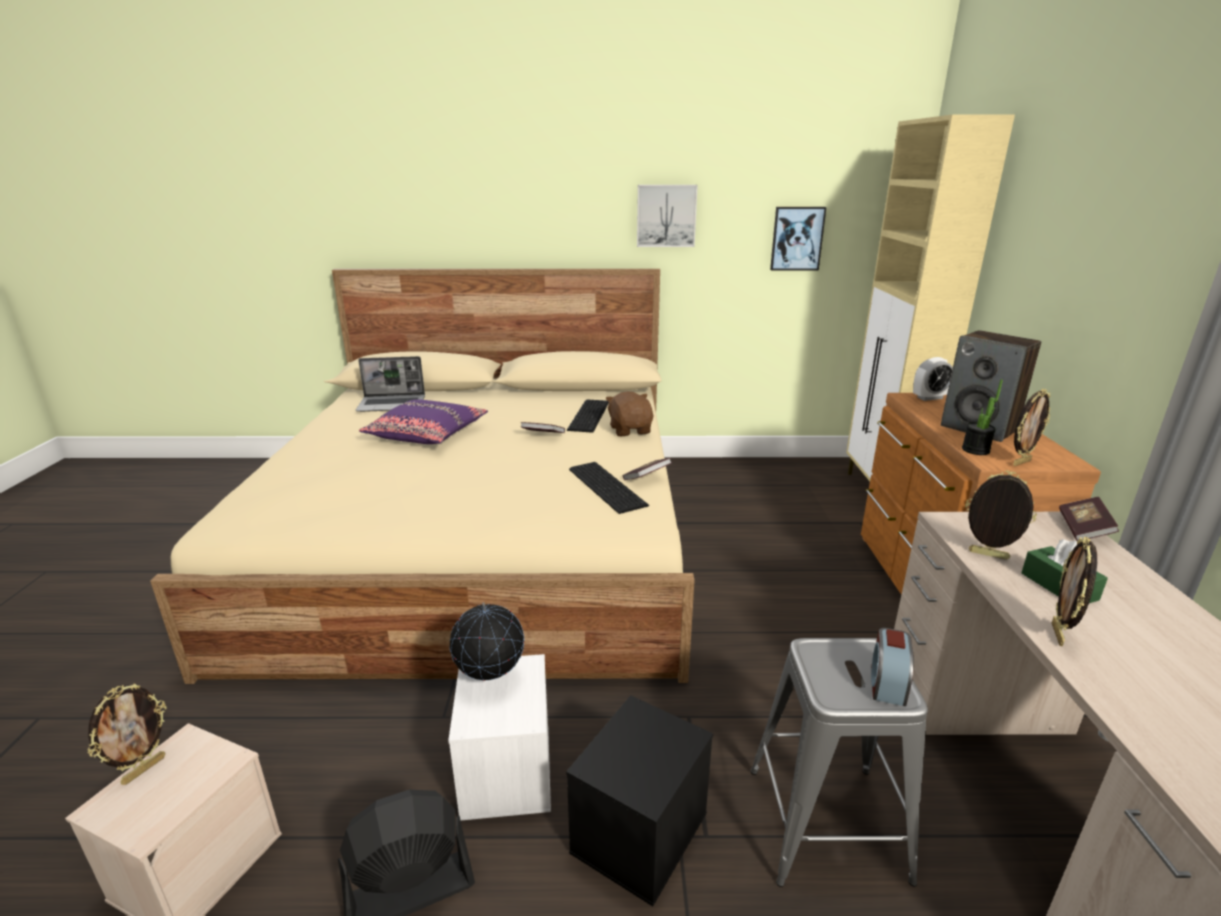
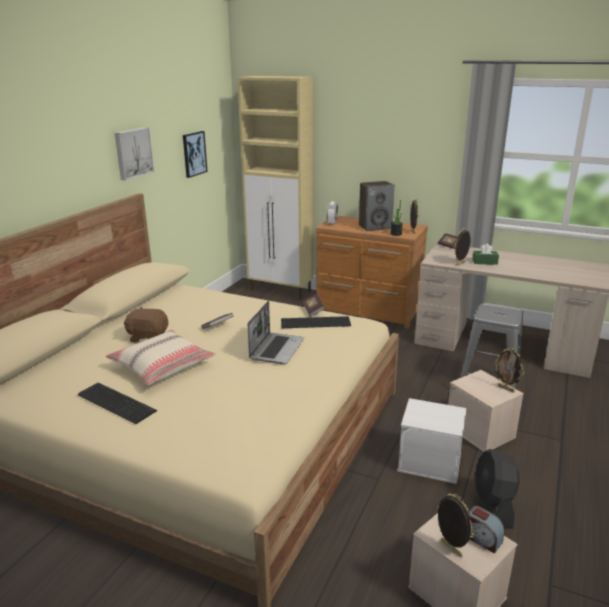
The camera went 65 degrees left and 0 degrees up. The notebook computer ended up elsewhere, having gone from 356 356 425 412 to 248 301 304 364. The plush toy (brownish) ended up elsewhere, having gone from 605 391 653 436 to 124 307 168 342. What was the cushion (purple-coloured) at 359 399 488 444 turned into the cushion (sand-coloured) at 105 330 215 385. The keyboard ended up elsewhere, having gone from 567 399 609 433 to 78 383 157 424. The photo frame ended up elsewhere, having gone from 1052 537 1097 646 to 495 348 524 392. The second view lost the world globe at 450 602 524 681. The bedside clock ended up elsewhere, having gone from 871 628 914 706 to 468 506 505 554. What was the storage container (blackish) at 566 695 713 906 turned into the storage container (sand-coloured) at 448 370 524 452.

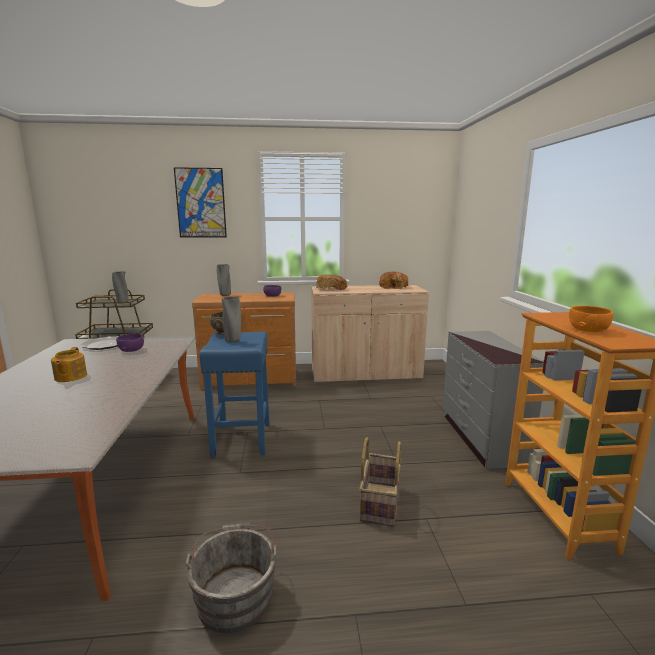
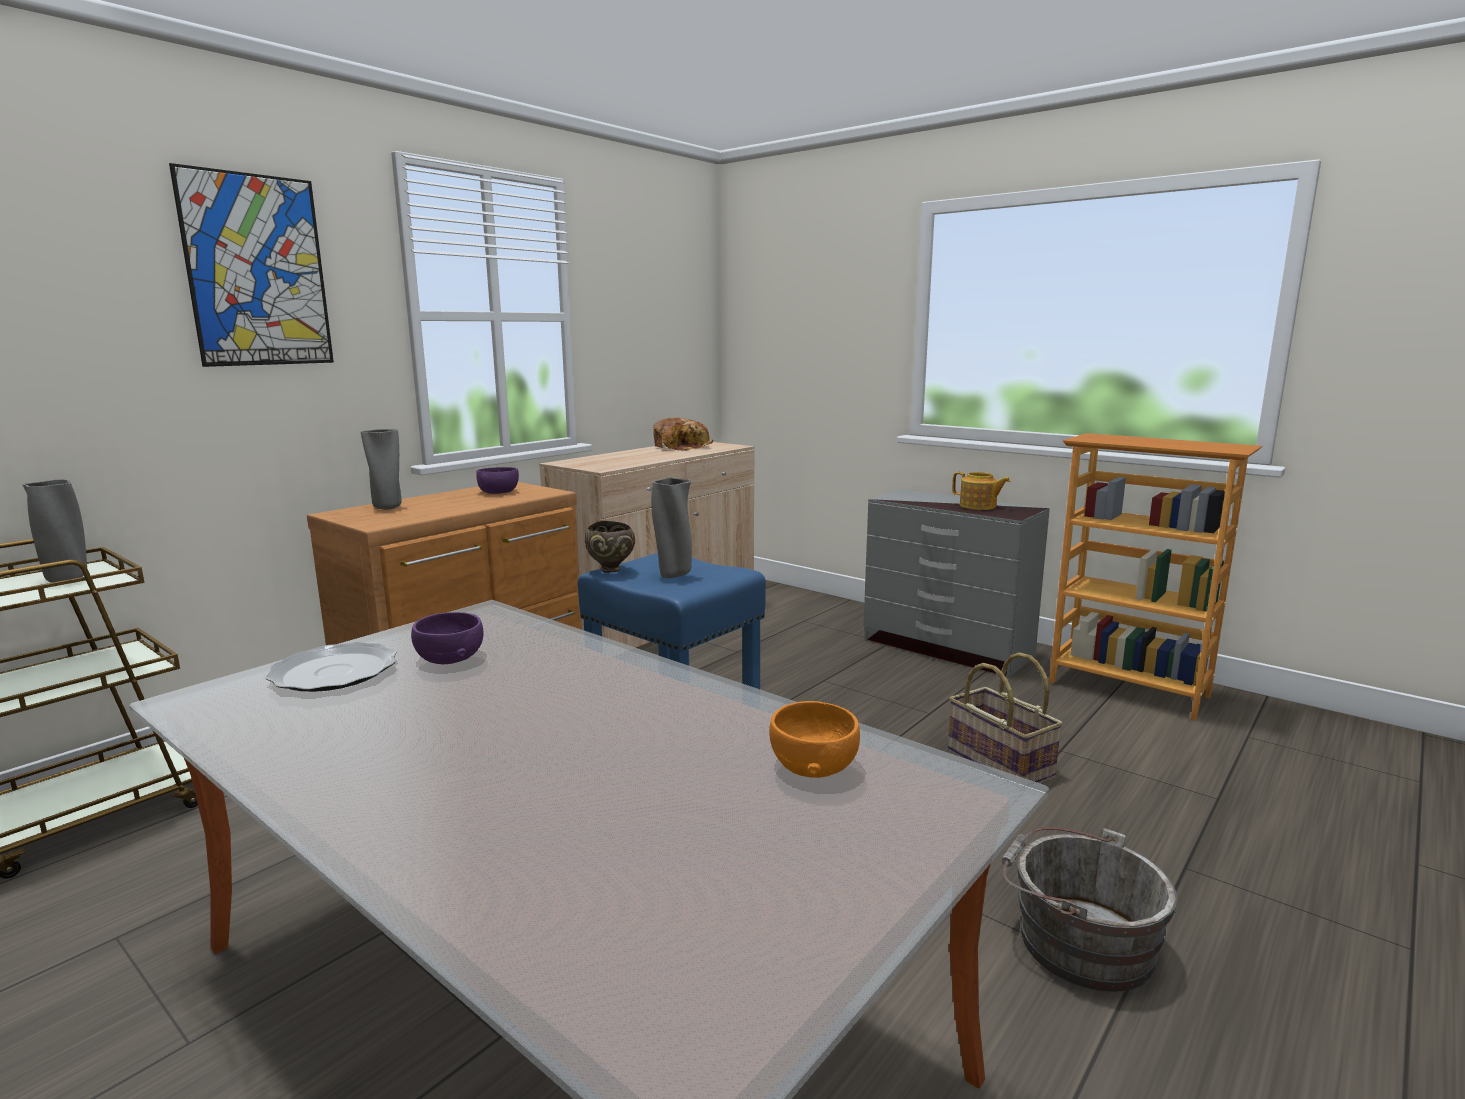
The camera went 45 degrees left and 0 degrees up. The second view lost the baked bread at 316 275 347 290. The deep dish (orange-coloured) ended up elsewhere, having gone from 569 306 613 332 to 769 701 860 778. The teapot ended up elsewhere, having gone from 51 347 87 382 to 952 472 1010 510.

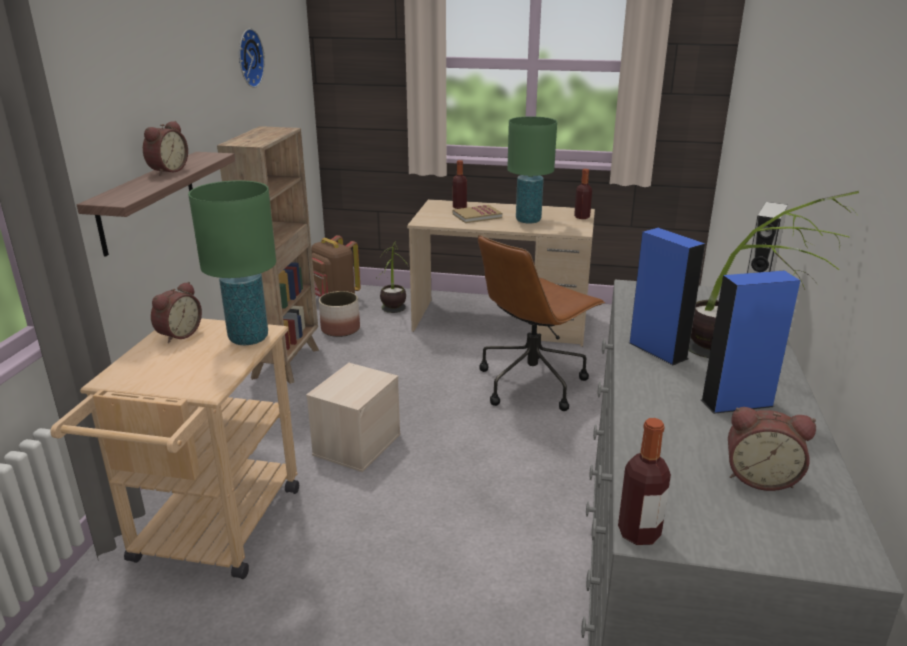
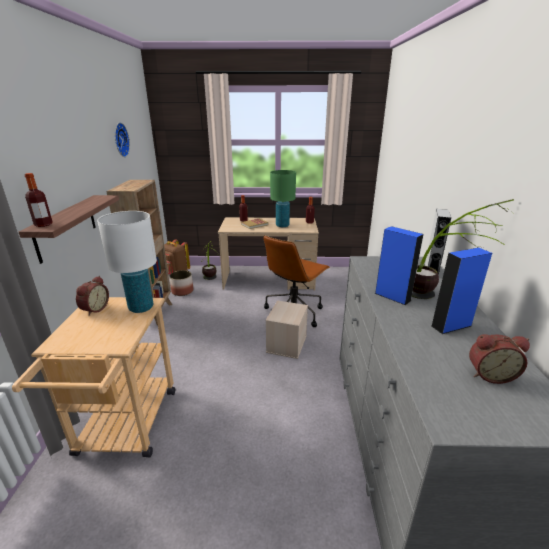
The camera went 10 degrees left and 0 degrees up. The second view lost the bedside clock at 143 121 188 175. What was the tabletop lamp (green) at 188 180 276 345 turned into the tabletop lamp (white-coloured) at 97 211 157 313. The storage container (sand-coloured) ended up elsewhere, having gone from 306 363 401 472 to 266 300 308 359. The drink bottle ended up elsewhere, having gone from 618 418 671 545 to 25 173 53 227.

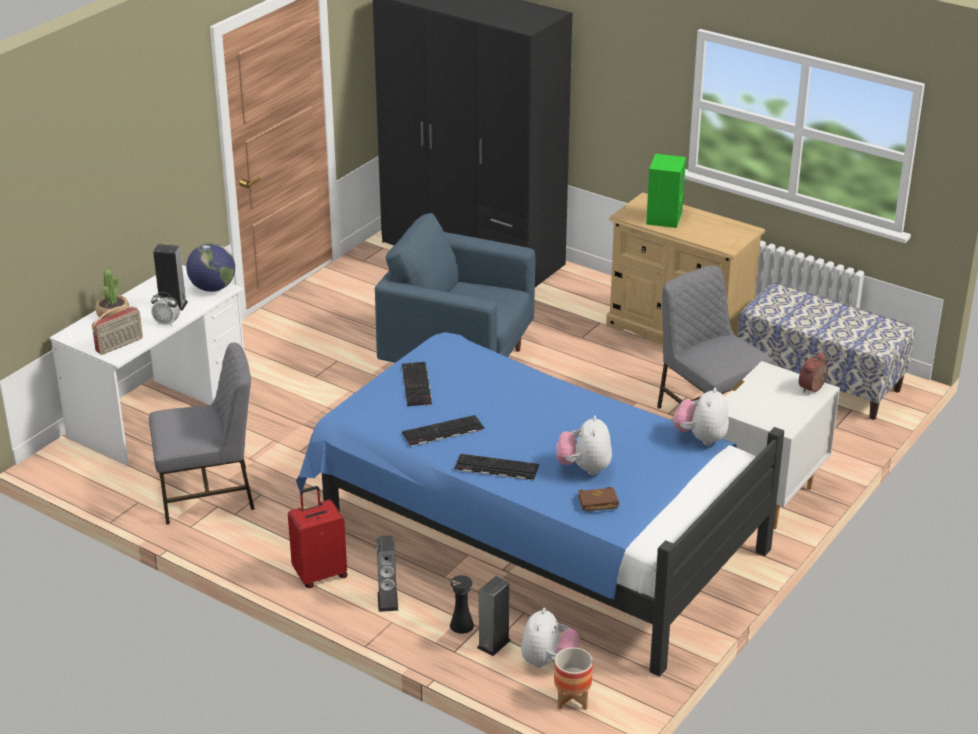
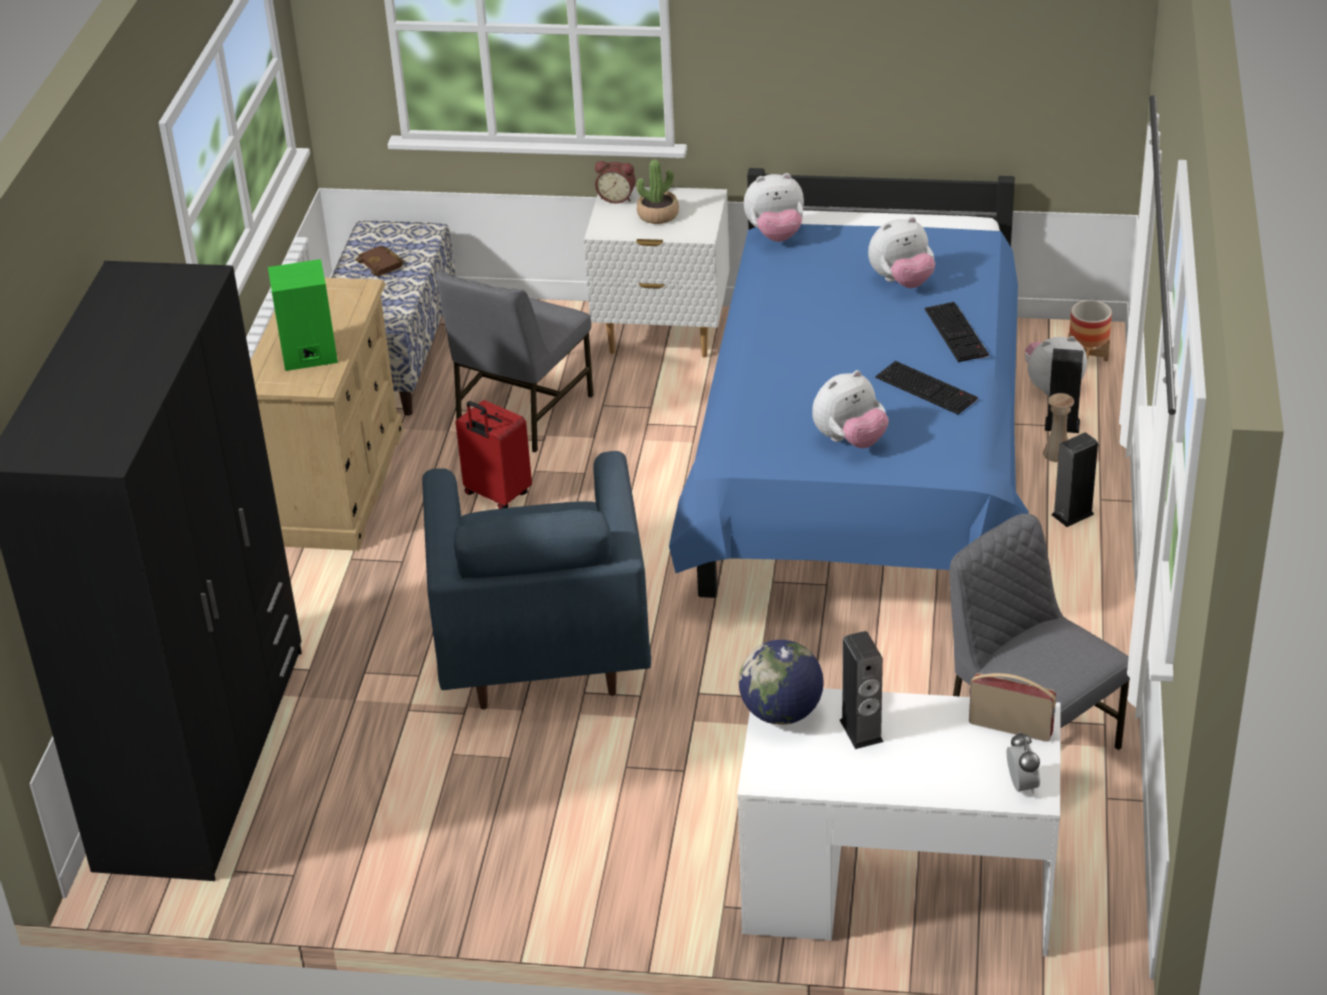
The camera went 115 degrees left and 5 degrees up. The plant in a pot ended up elsewhere, having gone from 96 270 129 319 to 637 159 679 224. The bedside clock ended up elsewhere, having gone from 151 292 180 327 to 1007 732 1040 794. Where the keyboard stood at 402 362 432 406, the plush toy came to stand at 812 370 889 448. The travel case (reddish) ended up elsewhere, having gone from 288 486 347 588 to 456 400 532 509. The volume (brownish) ended up elsewhere, having gone from 578 487 619 512 to 356 246 404 276. What was the decorative vase (blackish) at 450 575 474 634 turned into the decorative vase (sand-coloured) at 1043 393 1074 462.

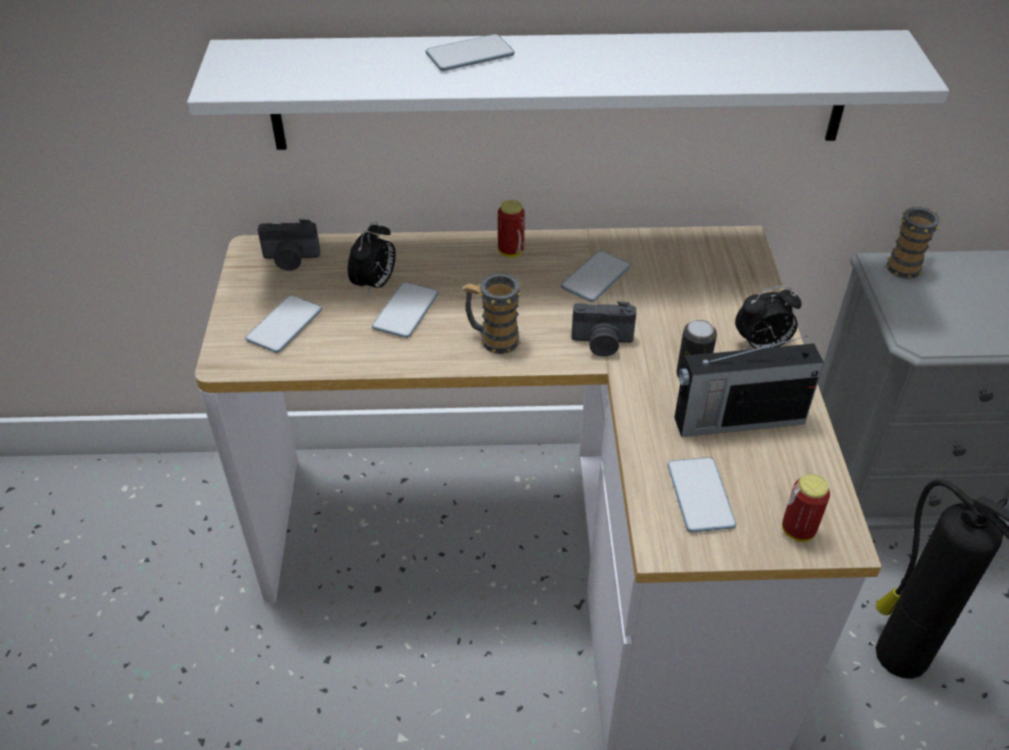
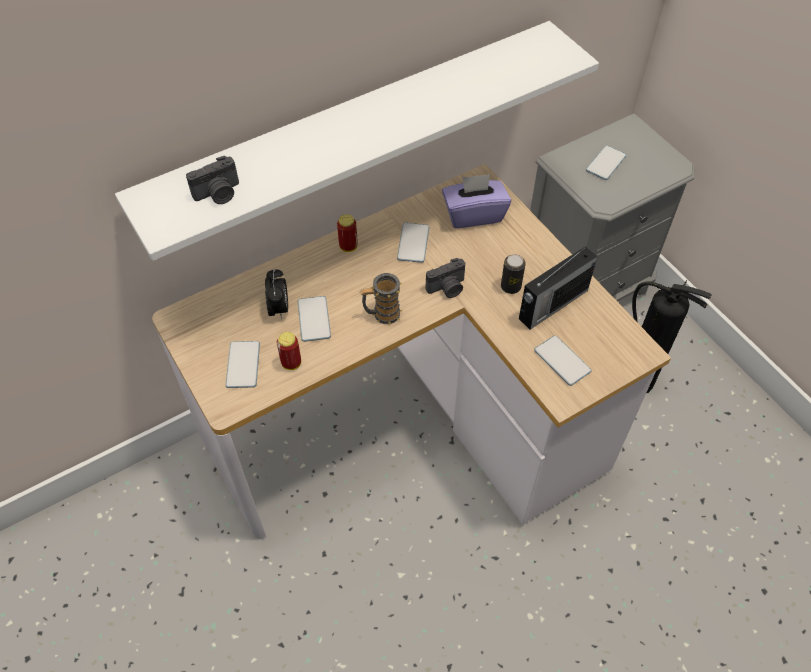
The camera went 30 degrees left and 10 degrees up. The telephone ended up elsewhere, having gone from 426 34 514 71 to 586 145 626 180. The second view lost the mug at 885 207 941 279. The photo camera ended up elsewhere, having gone from 258 219 320 271 to 186 156 239 204. The second view lost the bedside clock at 735 286 802 350. The can ended up elsewhere, having gone from 782 474 830 542 to 277 332 301 370. The second view gained the tissue holder (purple-coloured) at 442 174 511 228.

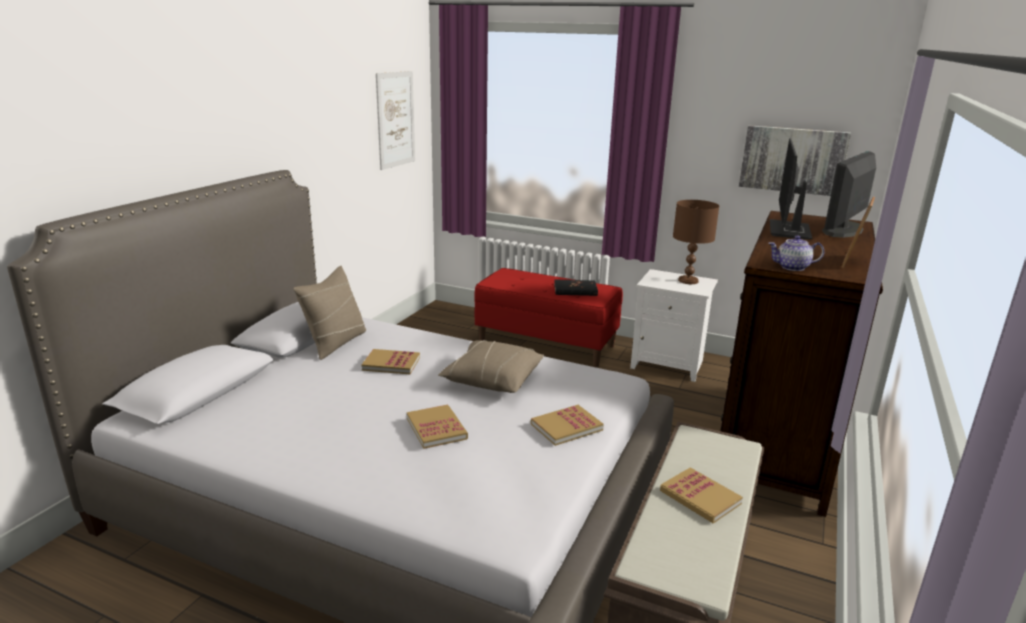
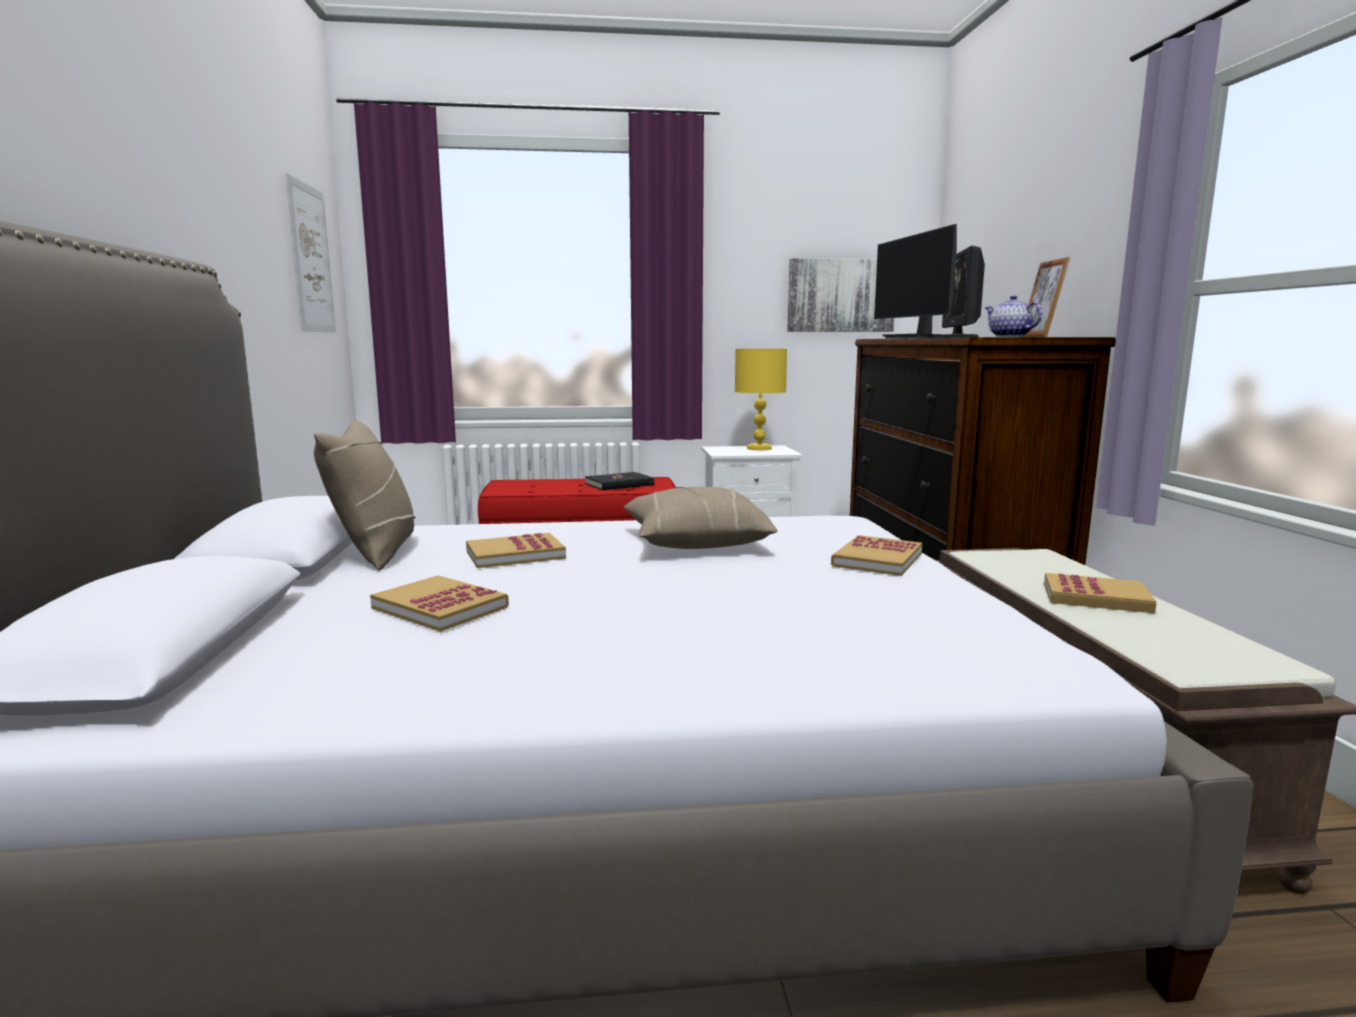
The camera went 30 degrees left and 10 degrees down. What was the tabletop lamp (brownish) at 673 200 719 284 turned into the tabletop lamp (yellow-coloured) at 735 349 787 450. The teapot at 768 235 824 271 ended up facing another way, 90 degrees clockwise from before. The volume ended up elsewhere, having gone from 407 405 468 449 to 370 575 509 632.

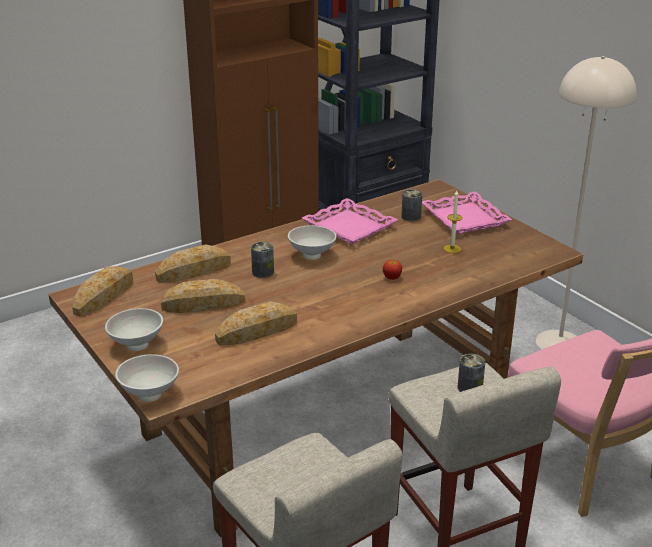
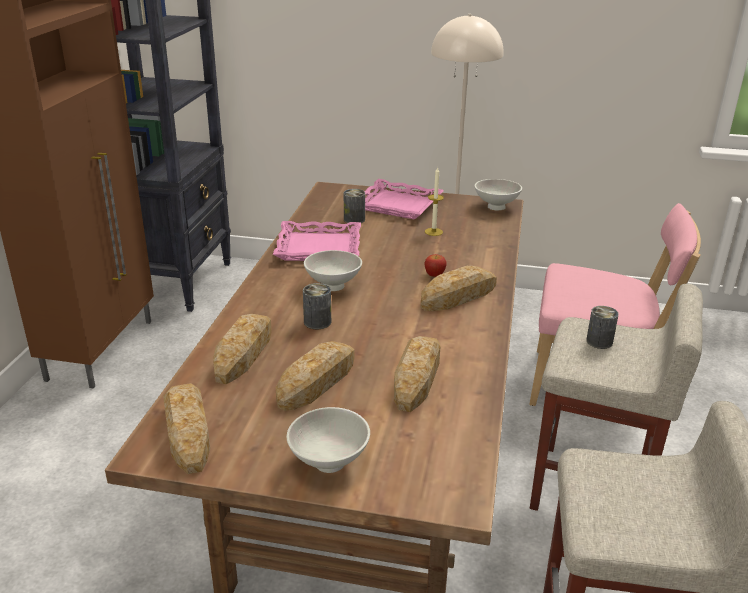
The camera went 45 degrees left and 0 degrees up. The deep dish (white-coloured) ended up elsewhere, having gone from 115 354 179 402 to 475 179 522 211. The second view gained the baked bread at 421 266 497 311.

